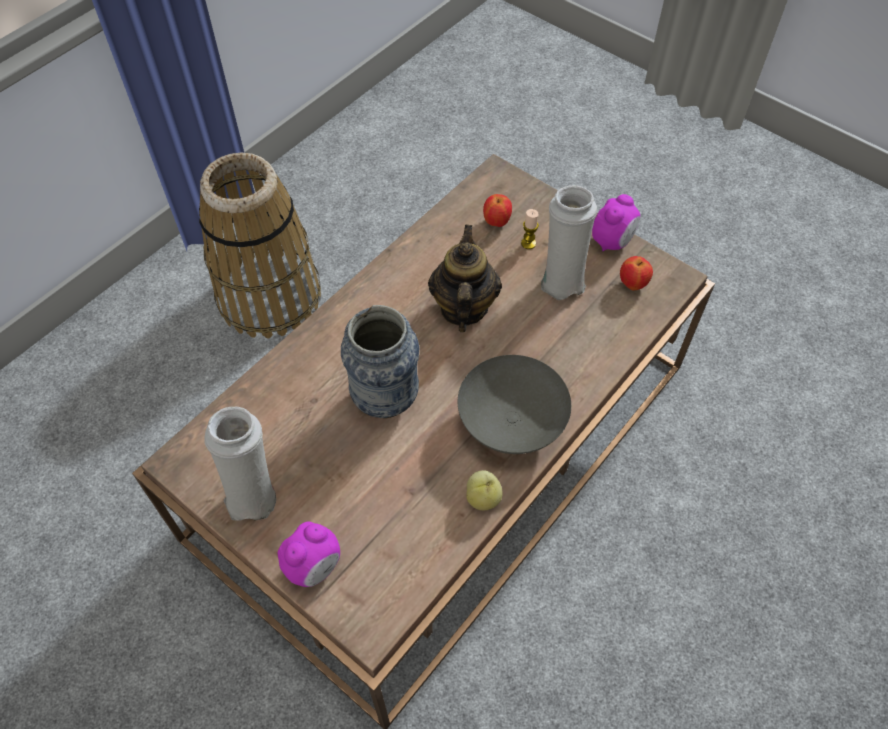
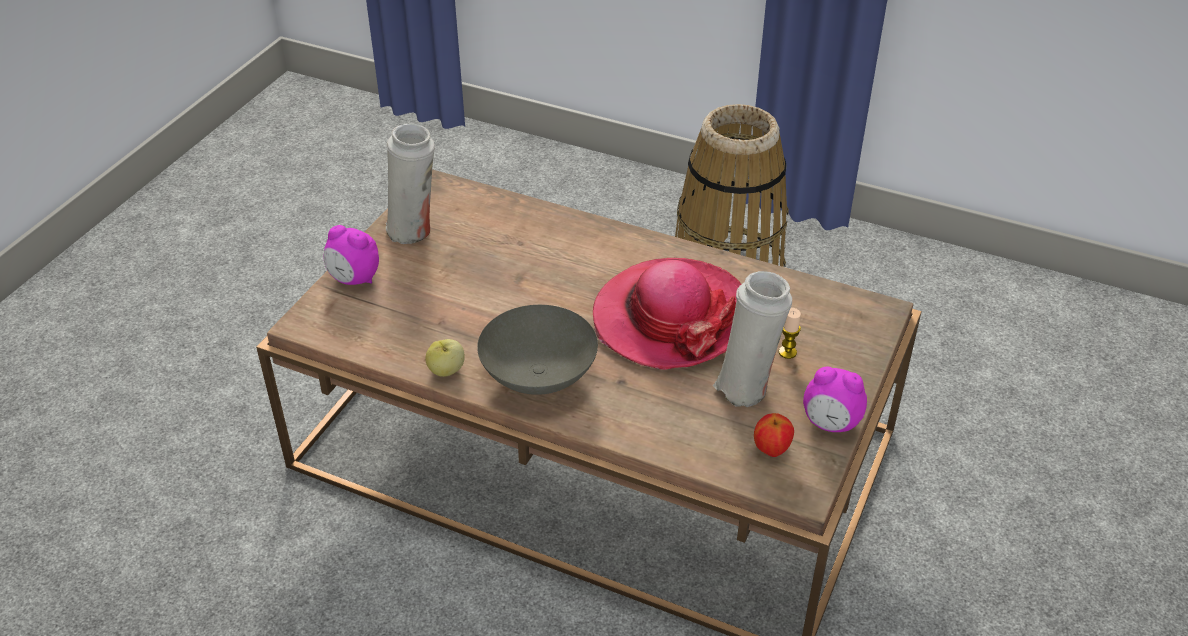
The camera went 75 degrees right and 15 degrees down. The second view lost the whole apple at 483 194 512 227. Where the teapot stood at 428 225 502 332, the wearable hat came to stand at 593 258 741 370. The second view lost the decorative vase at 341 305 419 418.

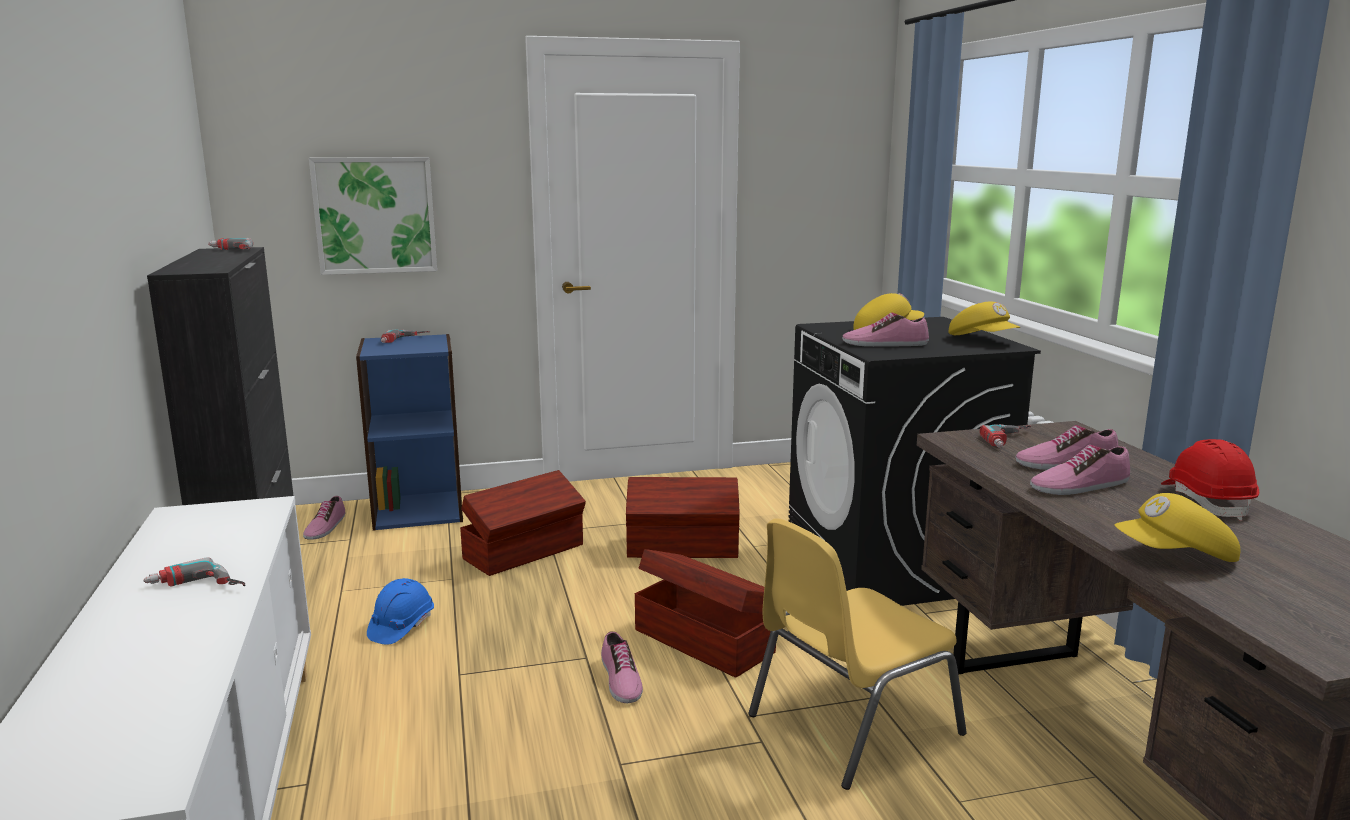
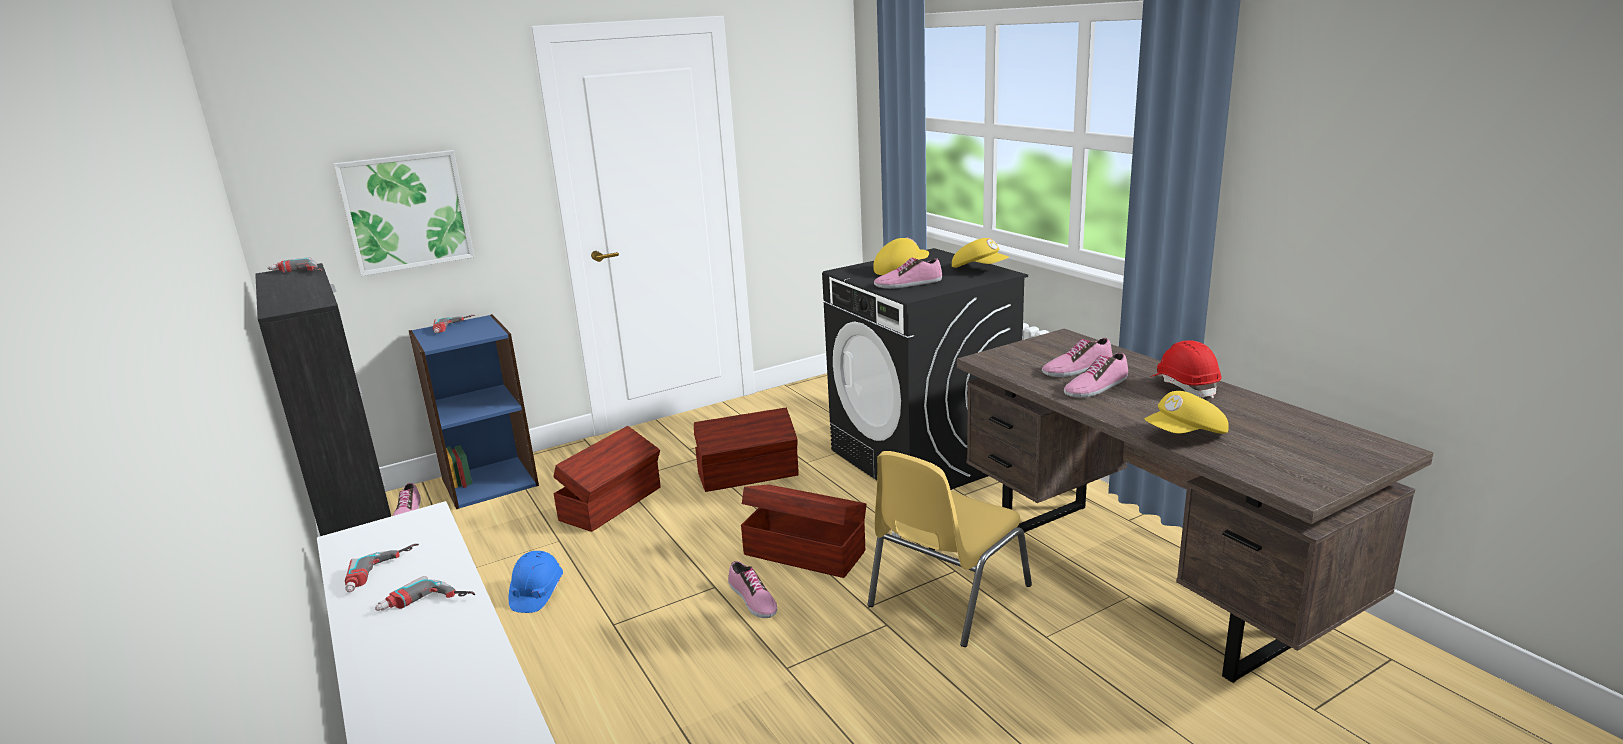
The camera went 15 degrees left and 5 degrees up. The drill ended up elsewhere, having gone from 980 424 1031 448 to 345 544 419 593.

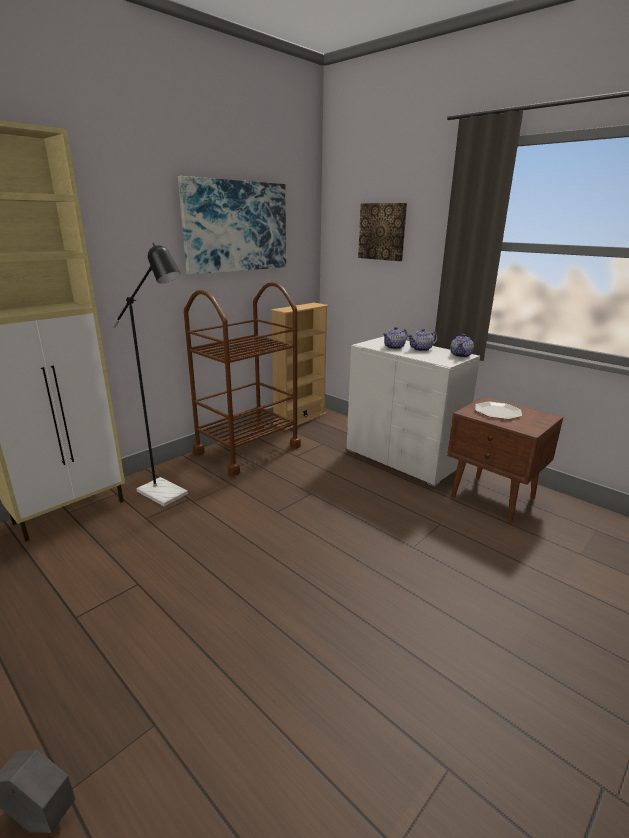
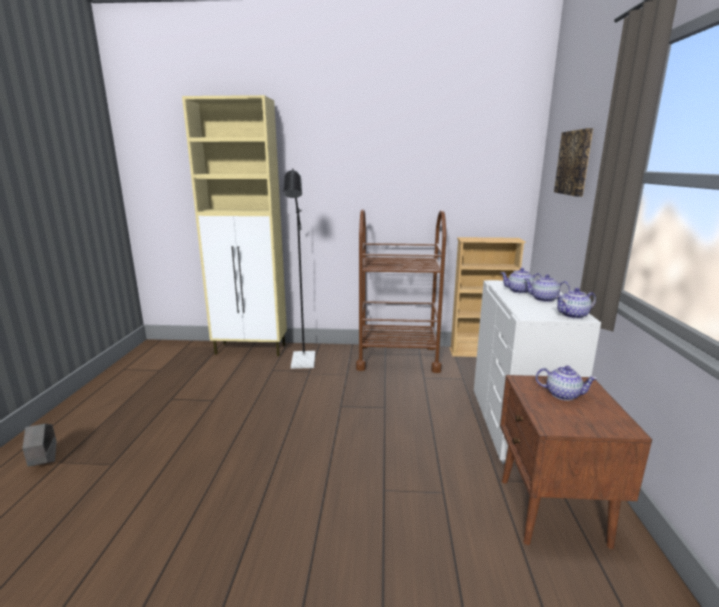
The camera went 50 degrees right and 5 degrees down. The second view lost the wall art at 178 176 286 275. Where the flat dish stood at 475 402 522 419, the teapot came to stand at 536 366 597 401.

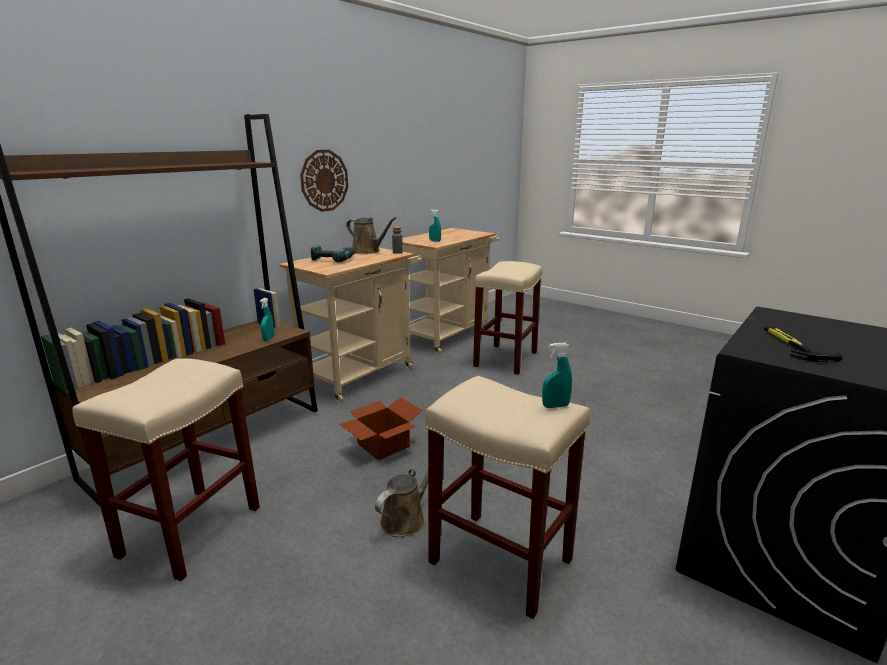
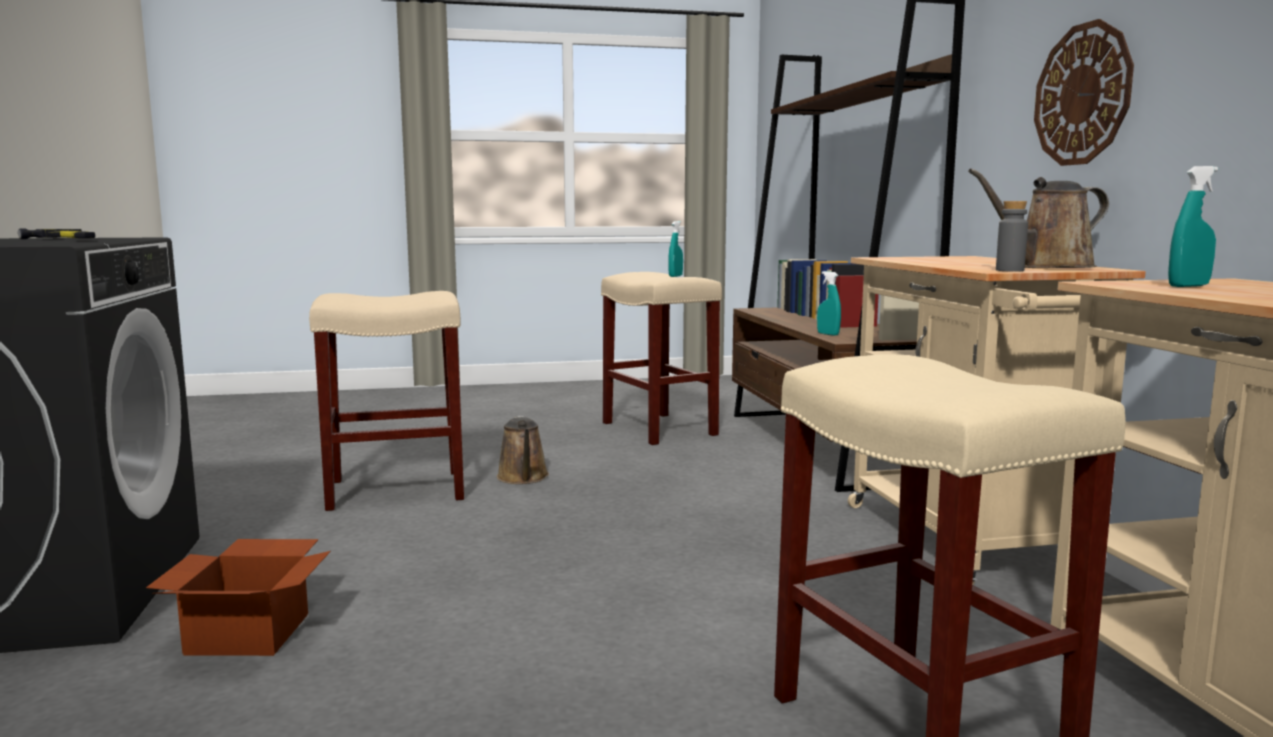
The camera went 130 degrees right and 10 degrees down. The second view lost the drill at 311 246 356 263. The hand sprayer (turquoise) ended up elsewhere, having gone from 542 343 572 408 to 669 221 683 277. The packing box ended up elsewhere, having gone from 340 397 423 460 to 146 539 331 656.

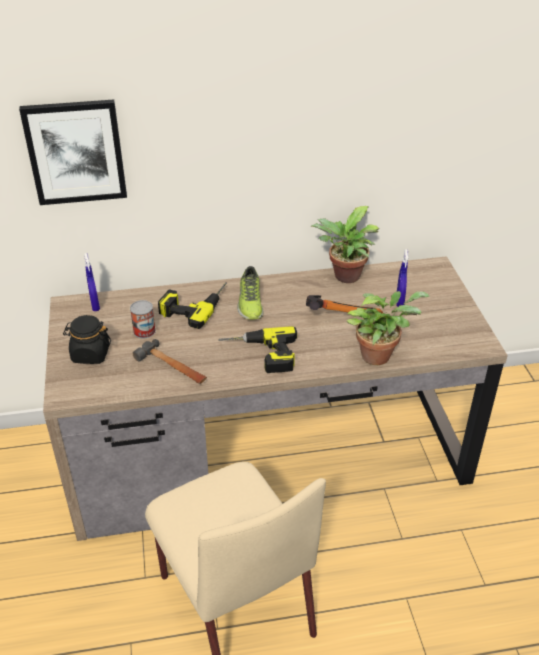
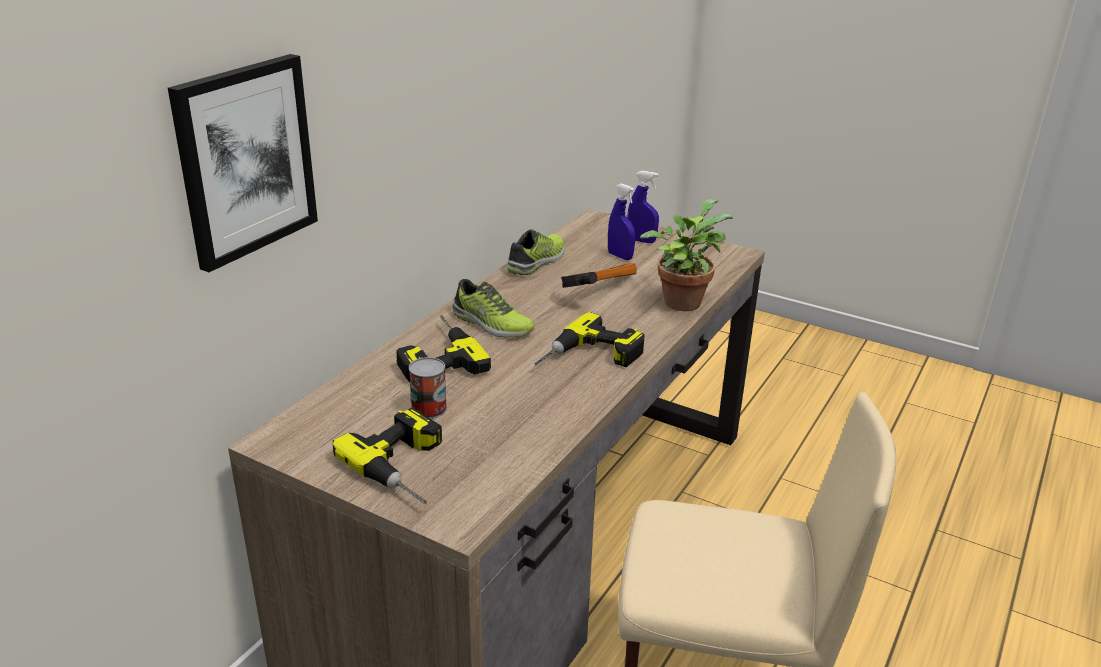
The camera went 50 degrees left and 10 degrees down. Where the plant in a pot stood at 310 206 379 283, the item of footwear came to stand at 507 229 565 275. The hand sprayer (bluish) ended up elsewhere, having gone from 84 253 100 311 to 627 170 659 243. Where the storage jar (blackish) stood at 63 315 111 364, the drill came to stand at 333 408 442 504. The second view lost the tool hammer at 133 339 207 384.

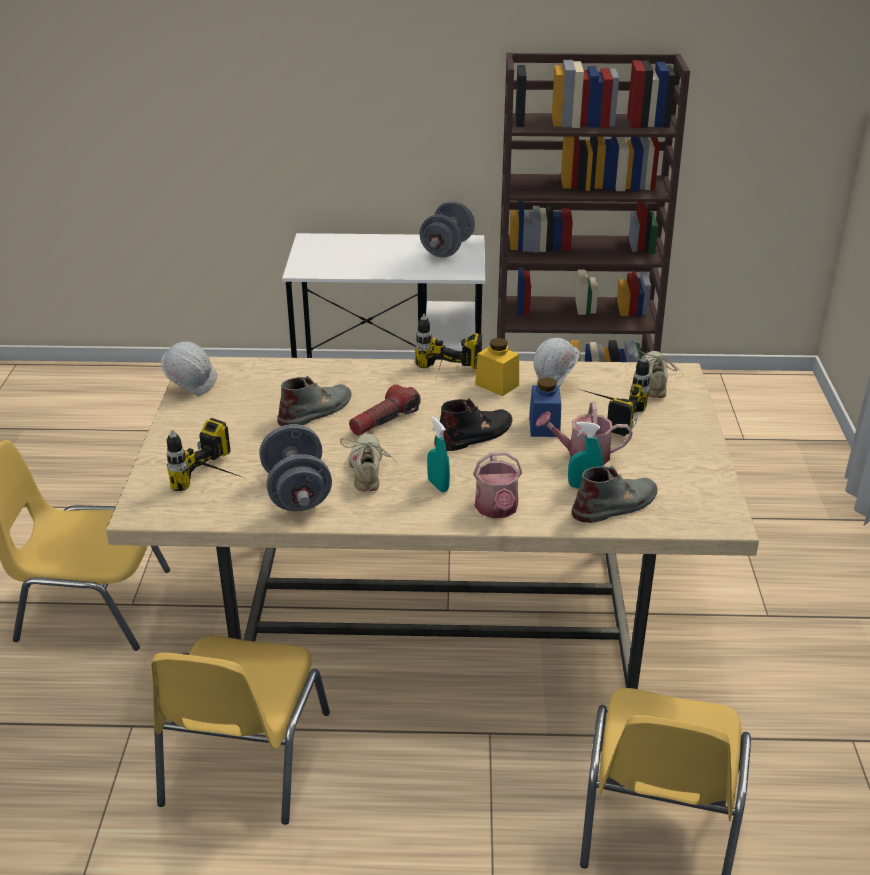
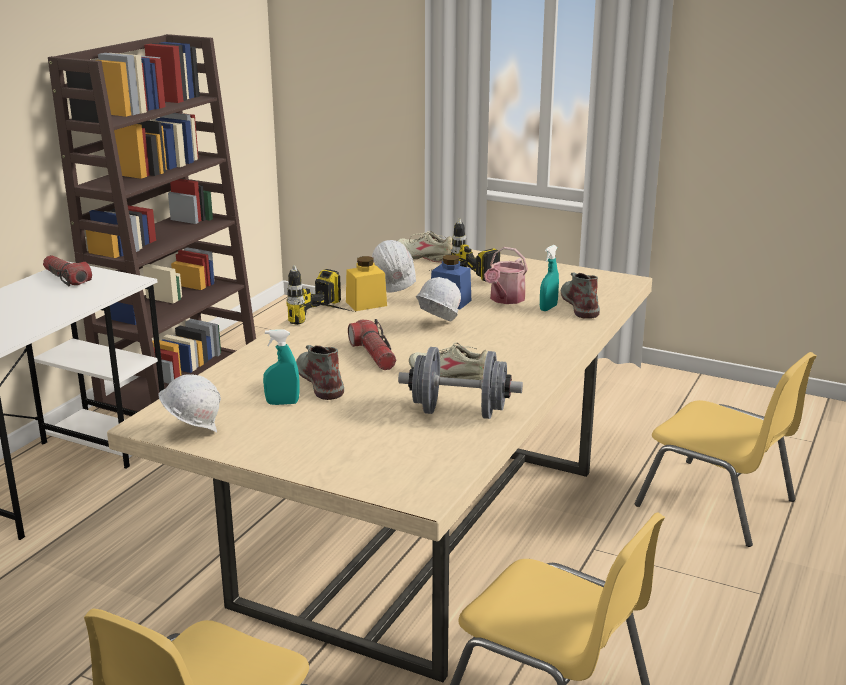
The camera went 65 degrees left and 10 degrees down. Where the free weight (greyish) stood at 420 201 475 257, the hand torch came to stand at 43 255 92 286. Where the tall boot (blackish) stood at 435 398 513 451, the work helmet (white-coloured) came to stand at 416 277 461 322. The hand sprayer (turquoise) ended up elsewhere, having gone from 427 416 450 492 to 263 329 300 405. The second view lost the drill at 167 418 242 491. The second view lost the watering can at 473 452 522 518.

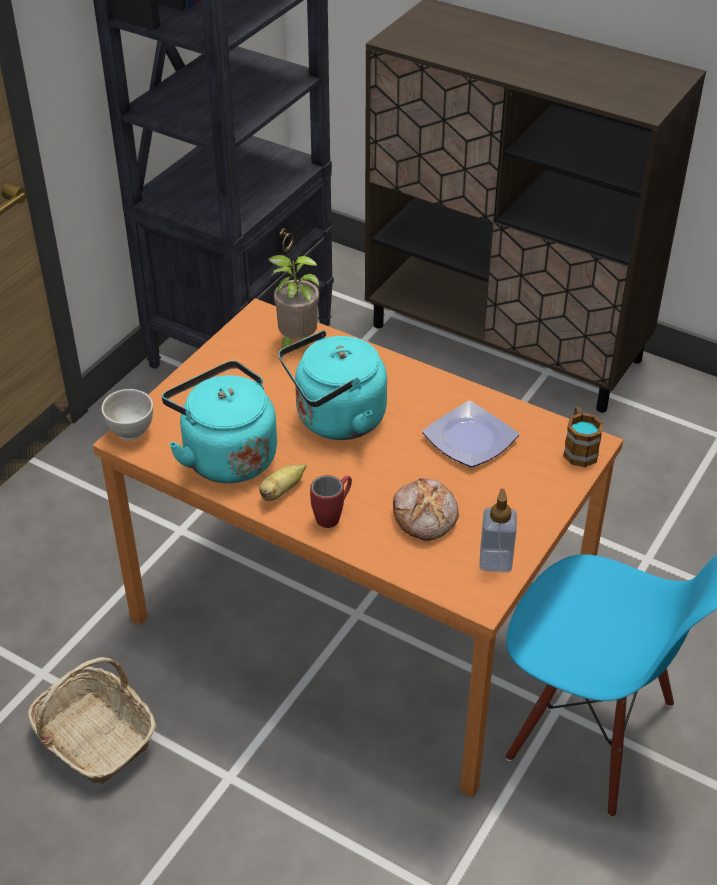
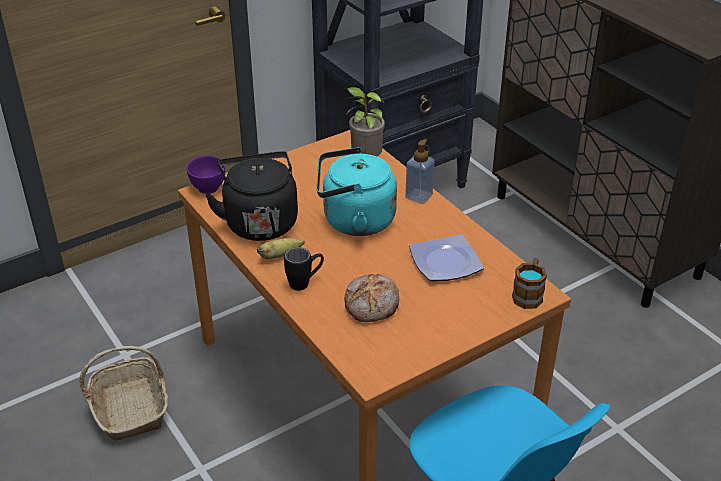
The camera went 25 degrees right and 5 degrees down. What was the kettle (turquoise) at 162 361 277 483 turned into the kettle (blackish) at 205 151 298 241. What was the deep dish (white-coloured) at 102 389 153 440 turned into the deep dish (purple-coloured) at 186 155 225 194. What was the mug (reddish) at 310 475 352 528 turned into the mug (blackish) at 284 247 324 291. The soap bottle ended up elsewhere, having gone from 479 489 517 573 to 405 139 435 204.

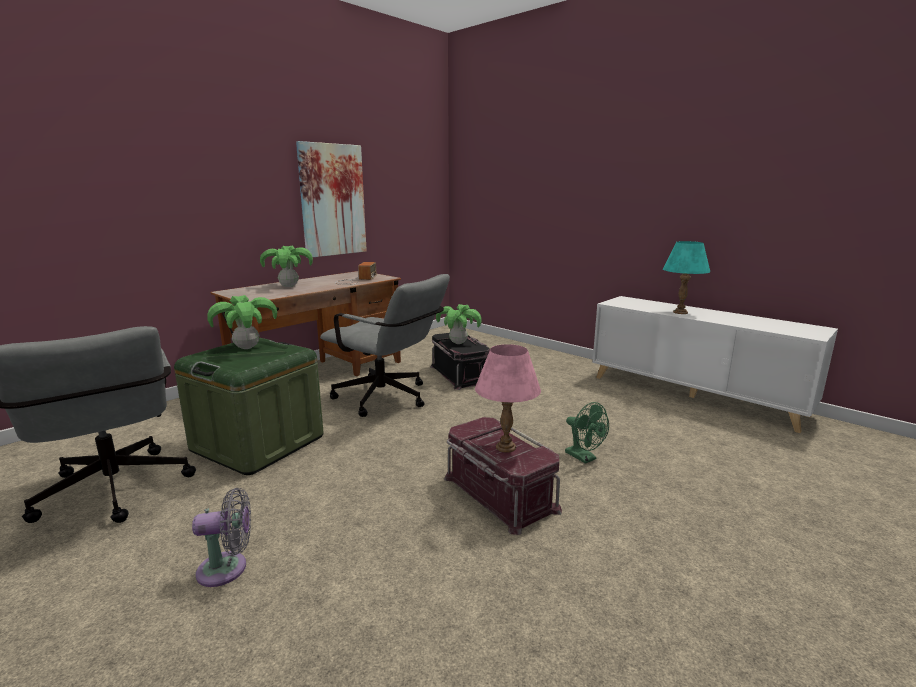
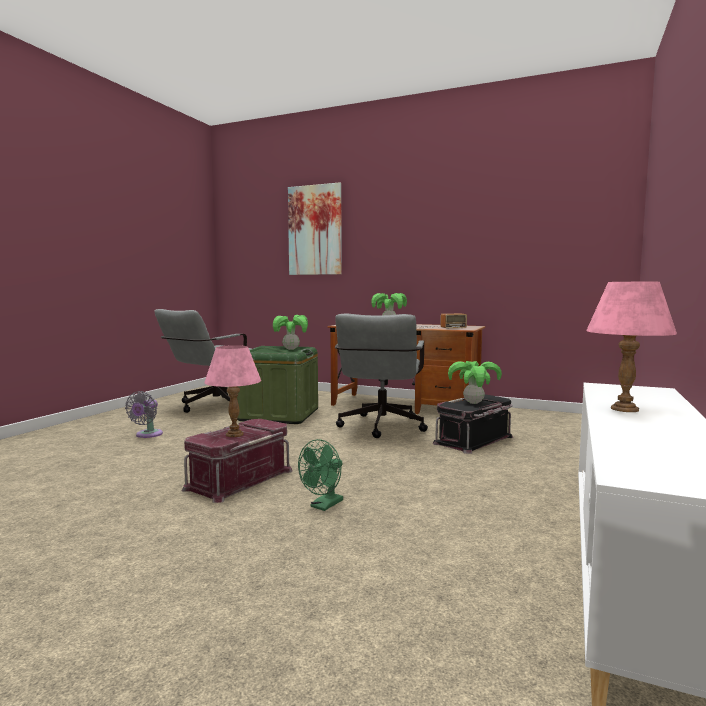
The camera went 70 degrees right and 10 degrees down. The wall art ended up elsewhere, having gone from 296 141 367 258 to 288 182 342 275. What was the tabletop lamp (turquoise) at 663 241 710 314 turned into the tabletop lamp (pink-coloured) at 586 282 677 412. The electric fan (greyish) at 192 488 251 587 ended up facing another way, 45 degrees clockwise from before.

